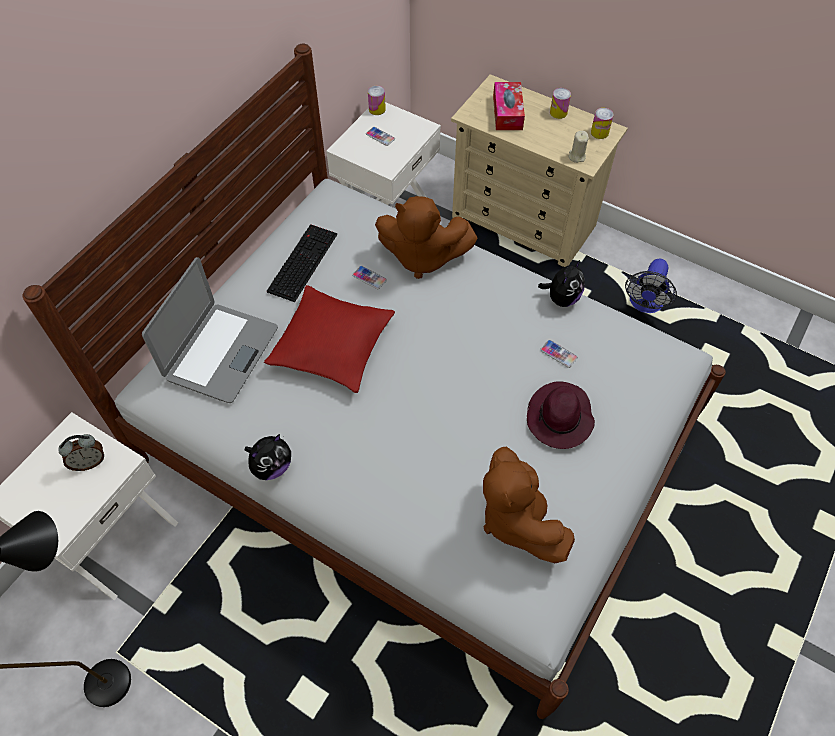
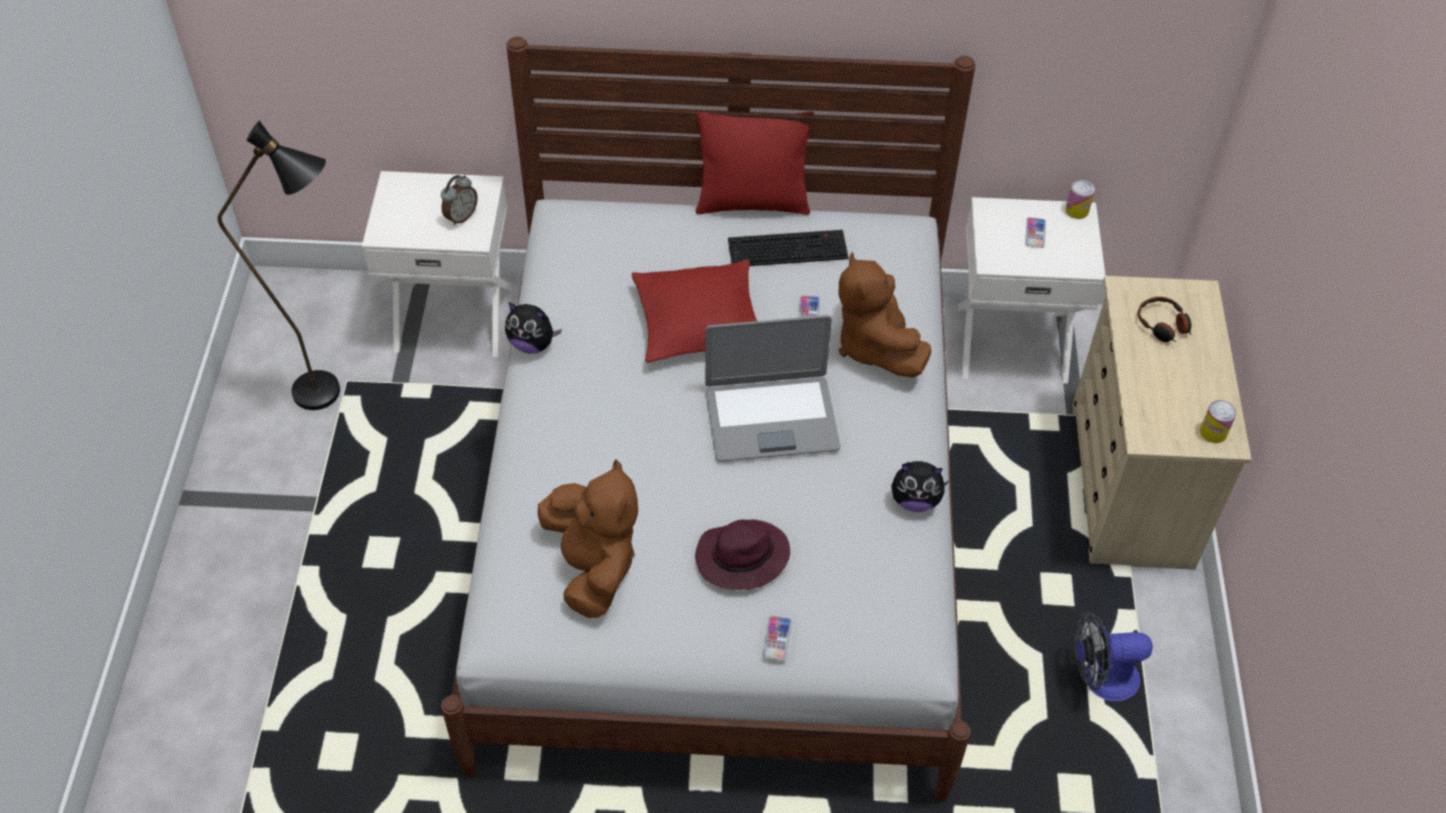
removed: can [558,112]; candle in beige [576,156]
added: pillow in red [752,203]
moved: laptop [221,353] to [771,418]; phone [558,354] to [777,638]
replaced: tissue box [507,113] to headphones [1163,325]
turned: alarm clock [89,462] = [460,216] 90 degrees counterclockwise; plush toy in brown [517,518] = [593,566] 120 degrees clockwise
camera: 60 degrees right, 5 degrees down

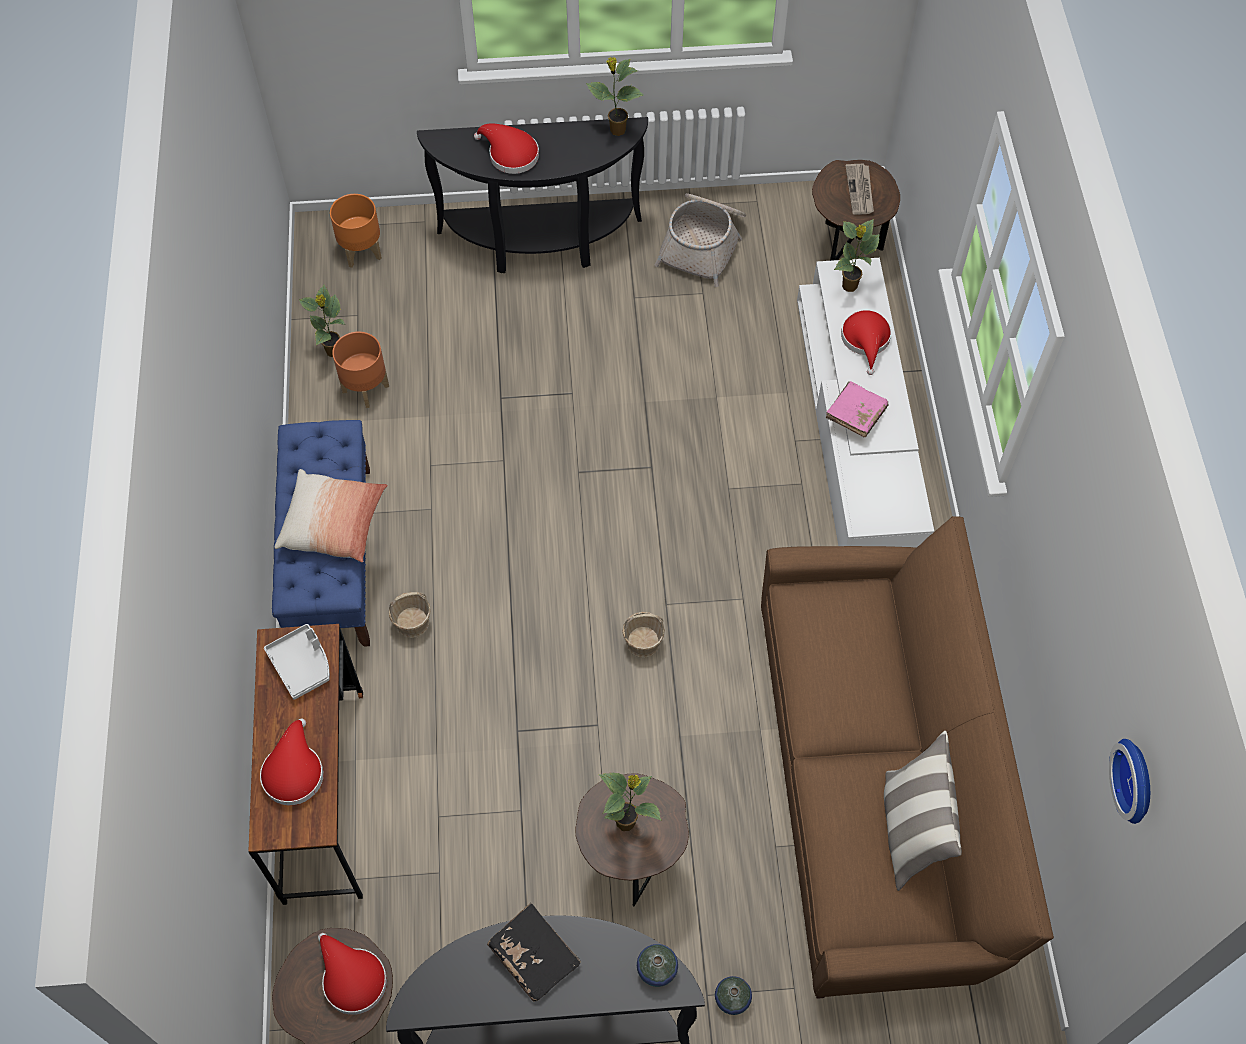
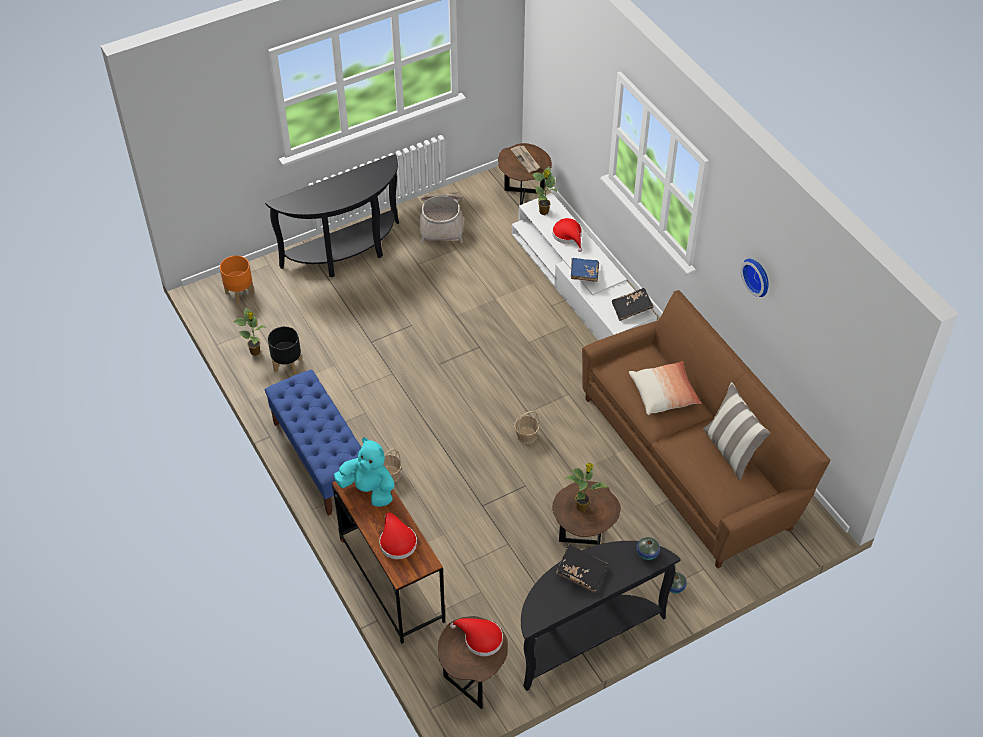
removed: hat in red [510,154]; potted plant [616,130]
added: book in black [631,309]
moved: pillow [334,524] to [664,394]; wall clock [1137,780] to [758,276]
replaced: tray in grey [302,665] to plush toy in turquoise [369,489]
recoloured: planter in orange [366,388] to planter in black [287,364]; book in pink [855,415] to book in blue [584,274]
camera: 25 degrees left, 10 degrees down

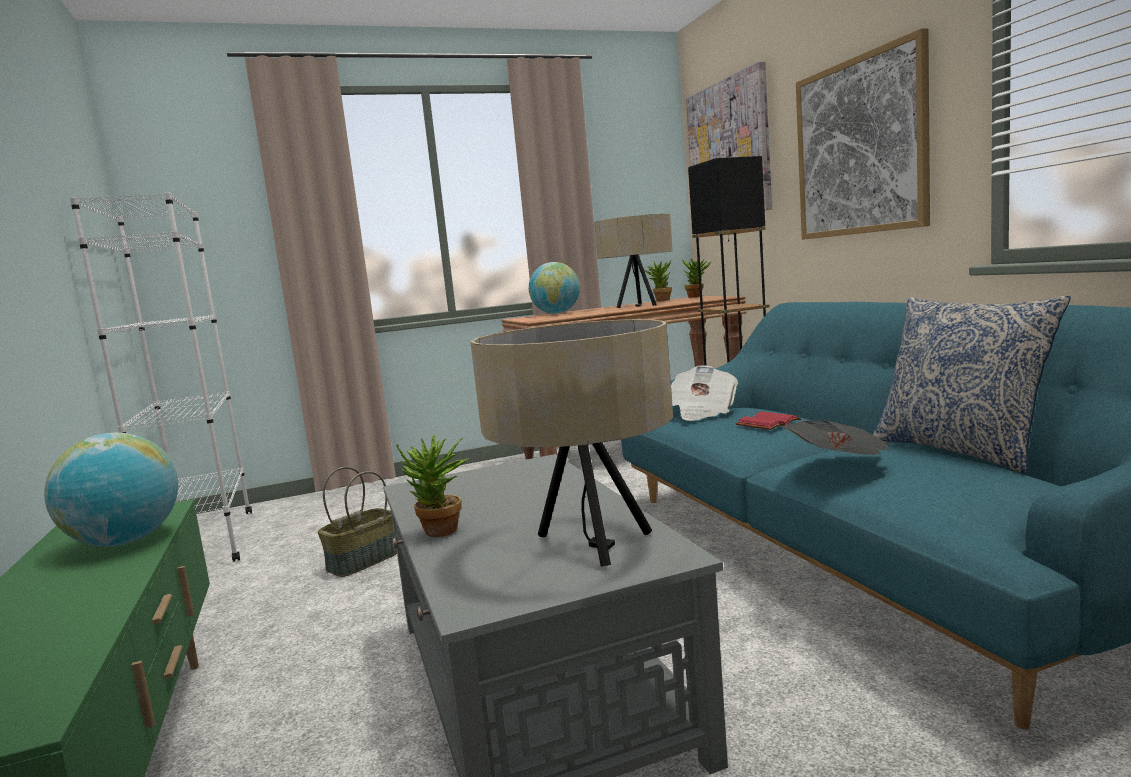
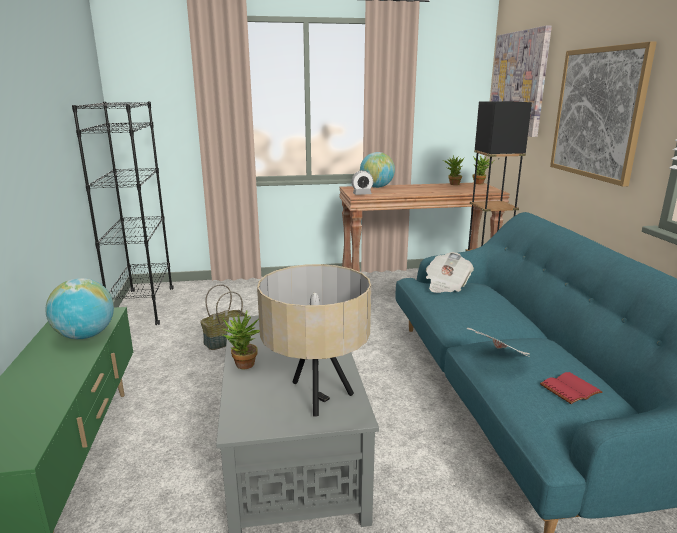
removed: table lamp in beige [638,305]; pillow [960,450]
added: alarm clock [362,194]
moved: book in red [767,423] to [569,388]
recoloured: bookcase in white [206,542] to bookcase in black [144,307]
camera: 10 degrees right, 10 degrees up

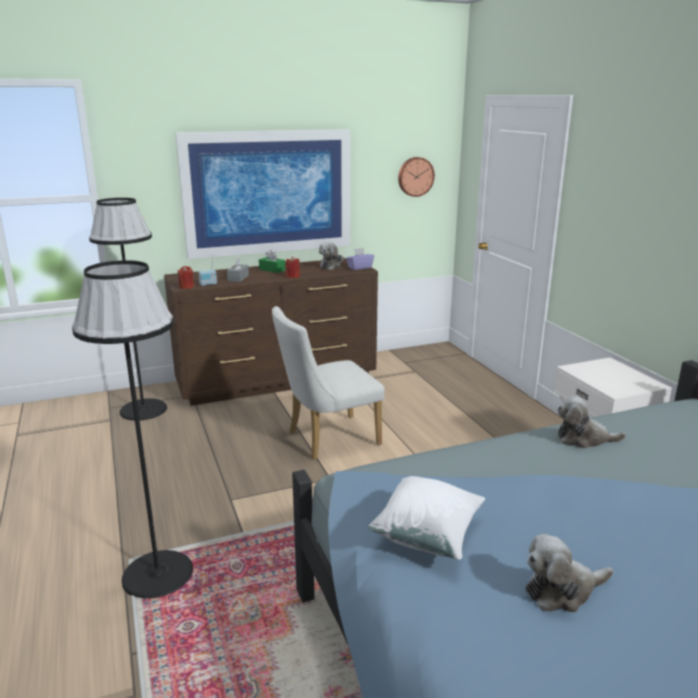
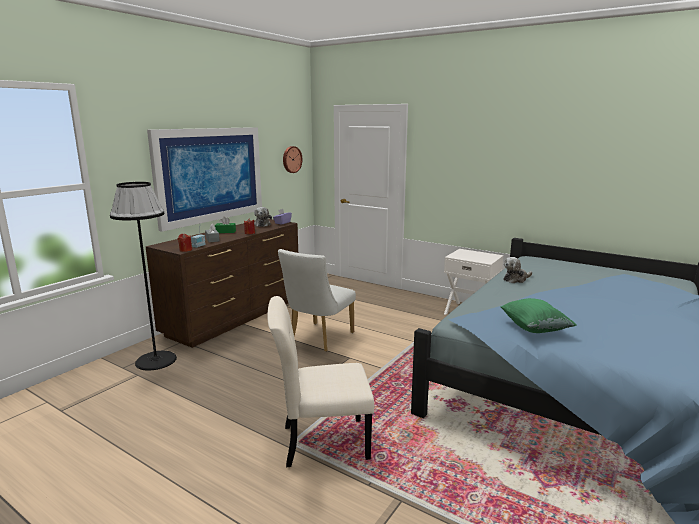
removed: plush toy [562,590]
replaced: floor lamp in black [157,574] to chair in beige [321,442]
recoloured: pillow in white [427,536] to pillow in green [534,328]
camera: 35 degrees left, 5 degrees down

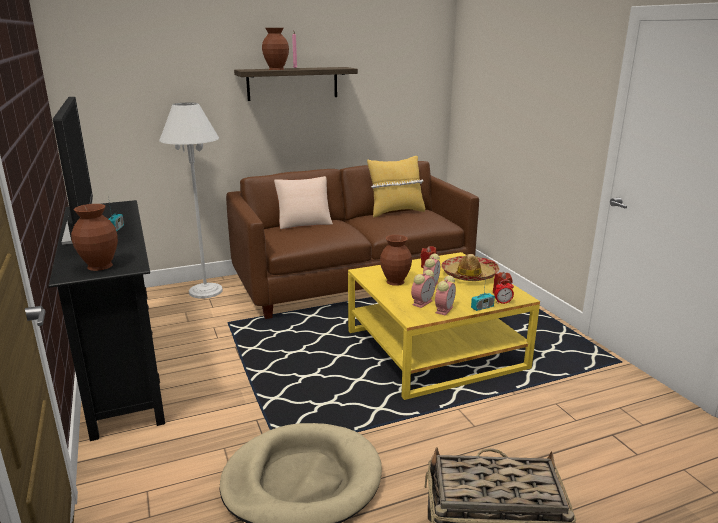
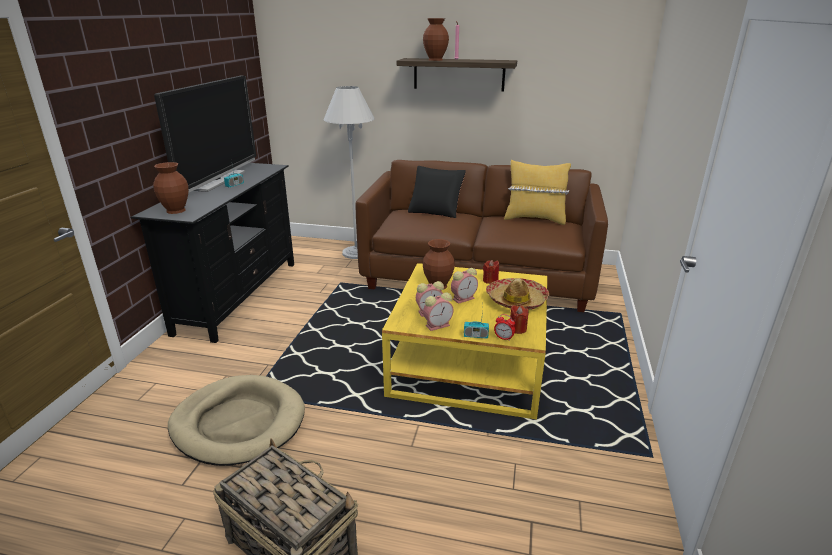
recoloured: pillow in beige [304,222] to pillow in black [436,211]
camera: 35 degrees right, 5 degrees up

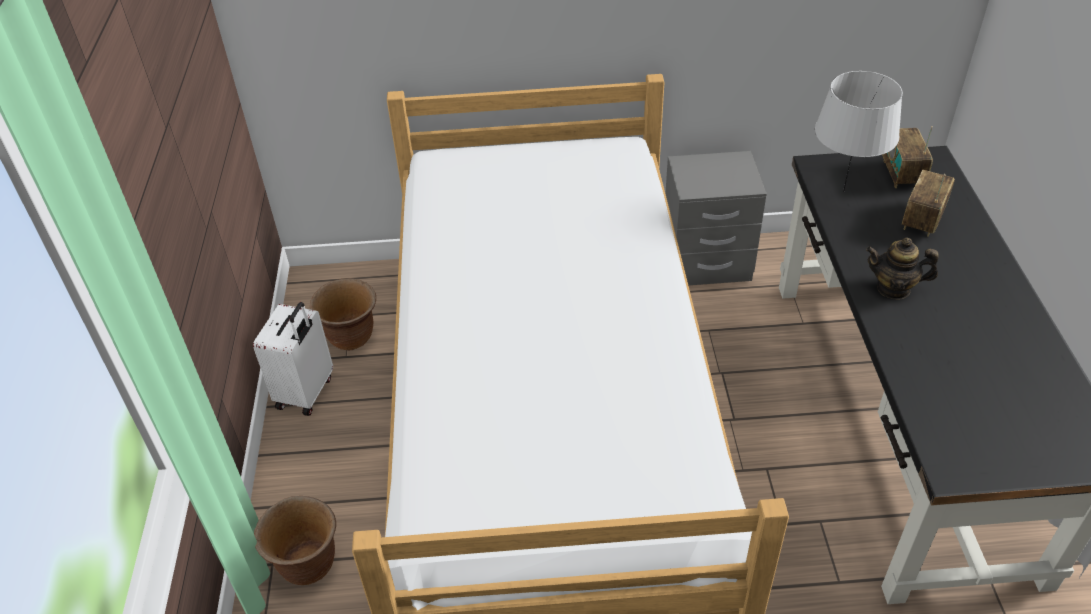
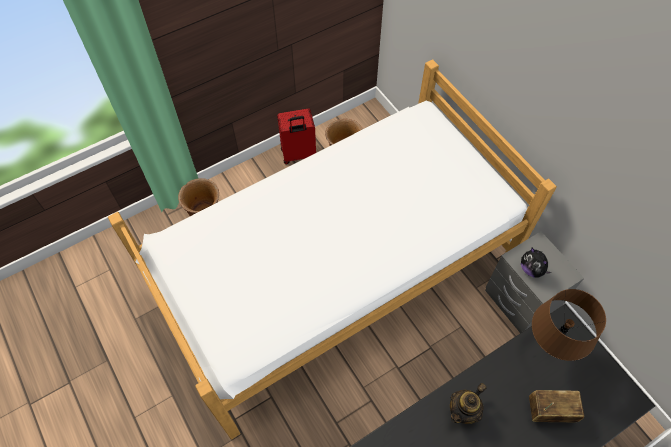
removed: radio [901,174]
added: plush toy [531,269]
recoloured: suitcase in white [307,393] to suitcase in red [298,154]; table lamp in grey [843,191] to table lamp in brown [546,348]
turned: teapot [893,288] = [463,411] 120 degrees counterclockwise
camera: 60 degrees right, 15 degrees up

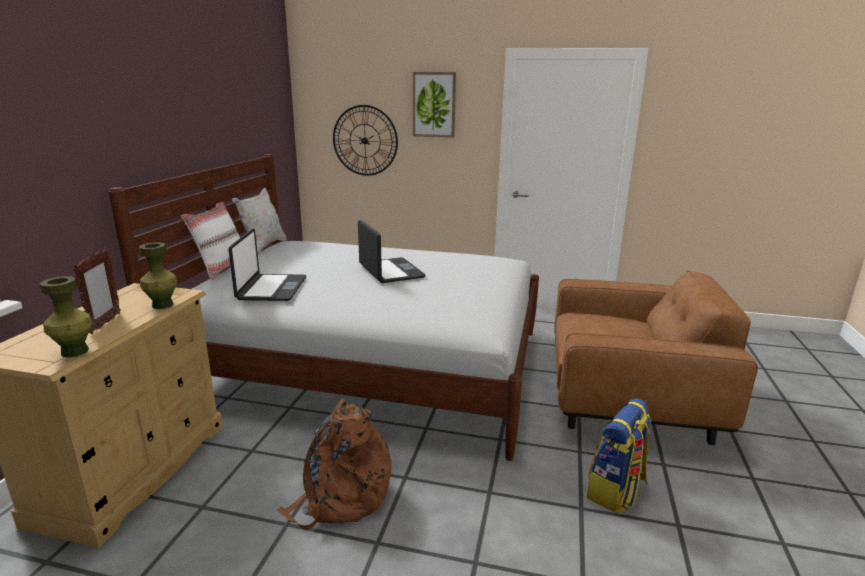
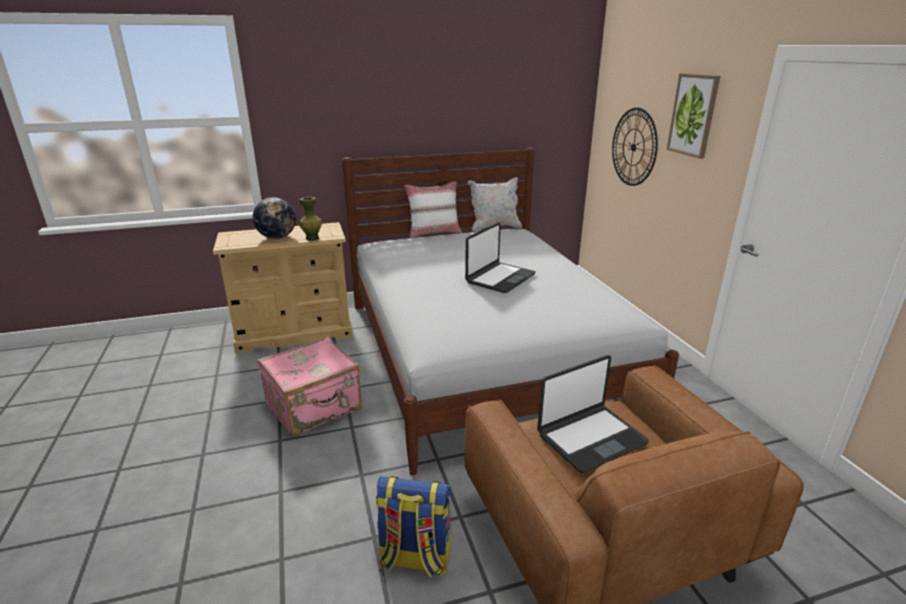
removed: vase in green [75,351]
moved: laptop [271,288] to [591,438]
replaced: picture frame [105,323] to globe [277,237]; backpack in brown [341,496] to suitcase in pink [315,408]
camera: 60 degrees right, 5 degrees up

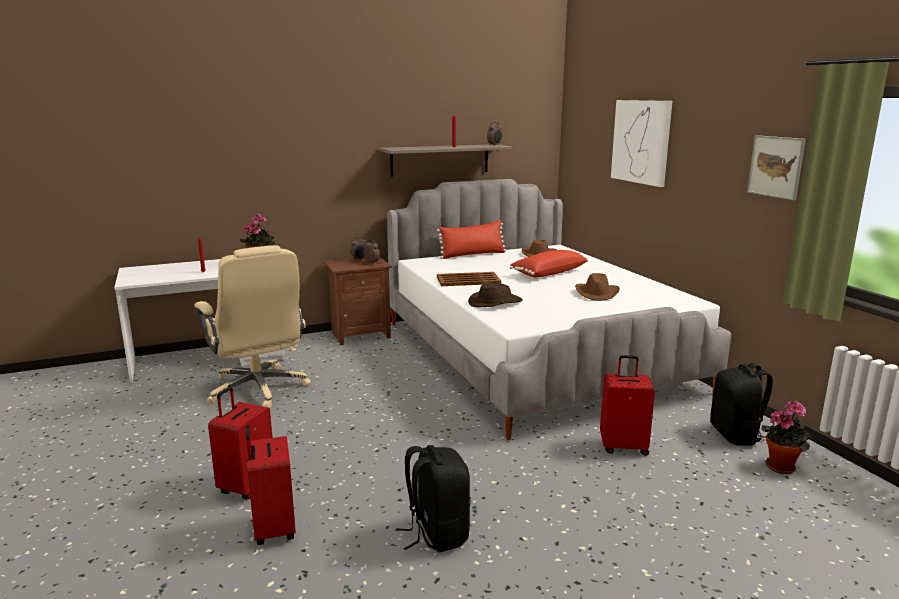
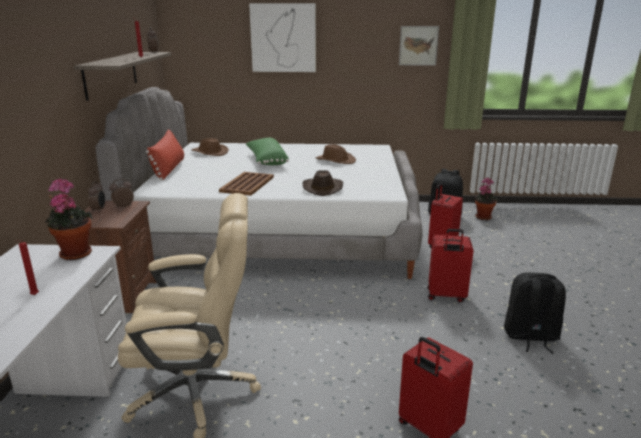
moved: suitcase in red [273,529] to [446,296]
recoloured: pillow in red [548,273] to pillow in green [266,160]
camera: 65 degrees left, 5 degrees up

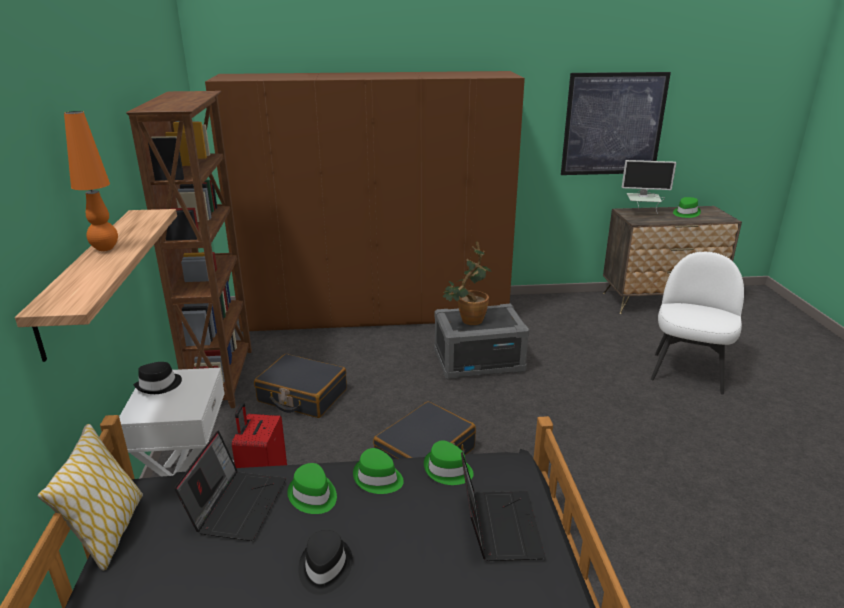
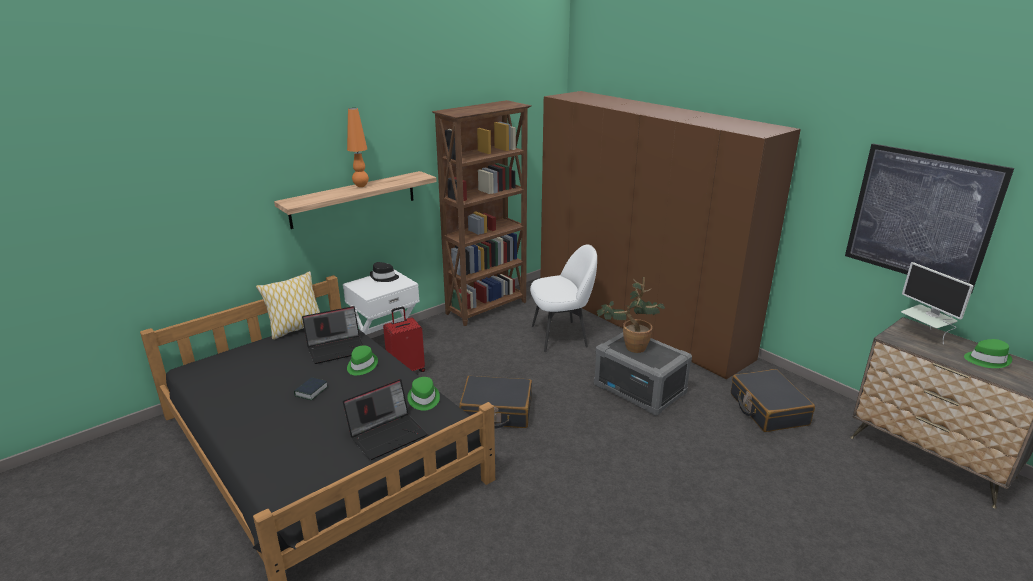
removed: hat in green [378,478]
moved: suitcase in black [302,396] to [768,409]; chair in white [687,372] to [561,336]
replaced: hat in black [324,568] to book [311,391]
camera: 55 degrees right, 0 degrees up

